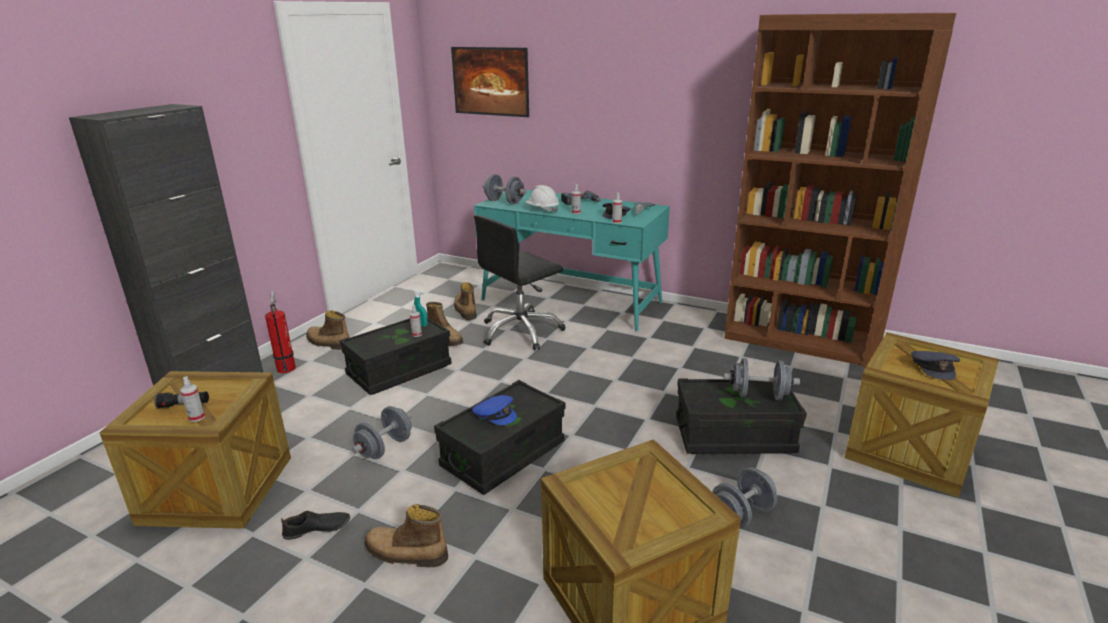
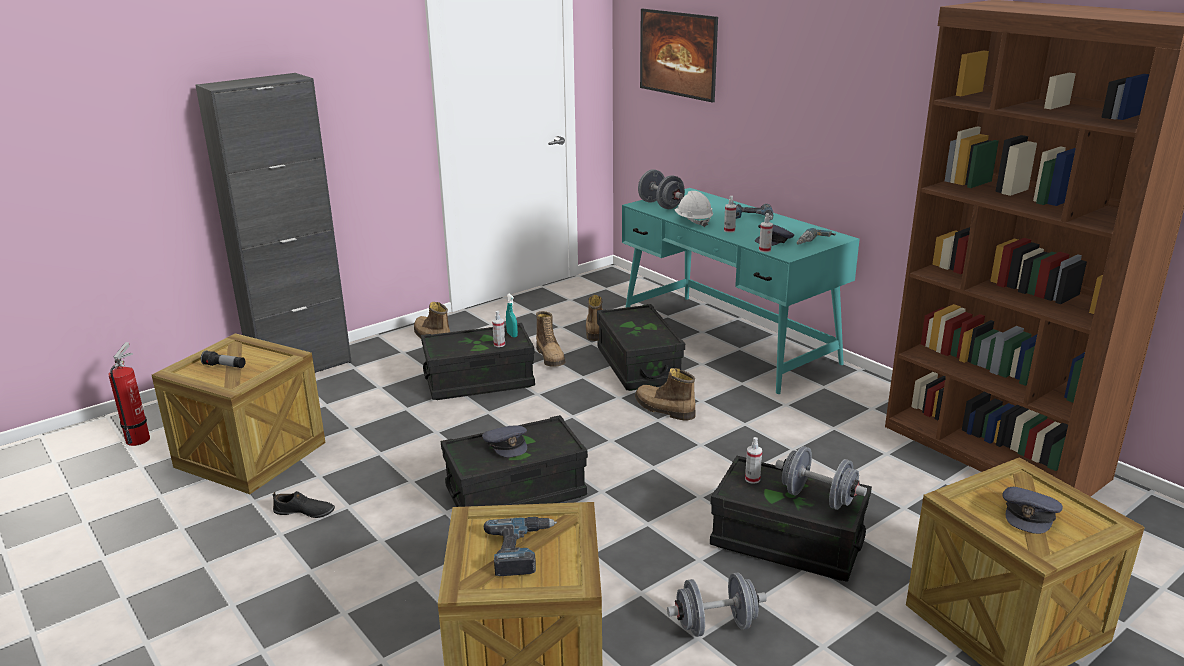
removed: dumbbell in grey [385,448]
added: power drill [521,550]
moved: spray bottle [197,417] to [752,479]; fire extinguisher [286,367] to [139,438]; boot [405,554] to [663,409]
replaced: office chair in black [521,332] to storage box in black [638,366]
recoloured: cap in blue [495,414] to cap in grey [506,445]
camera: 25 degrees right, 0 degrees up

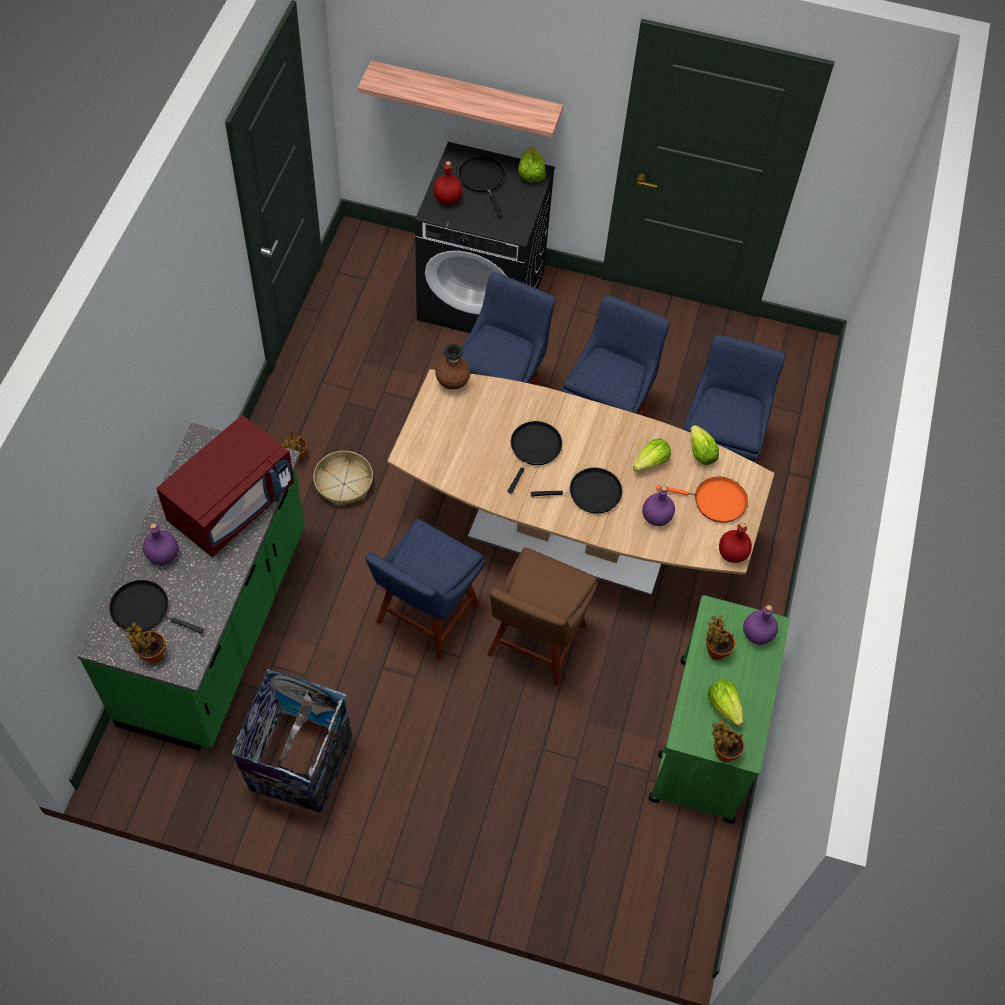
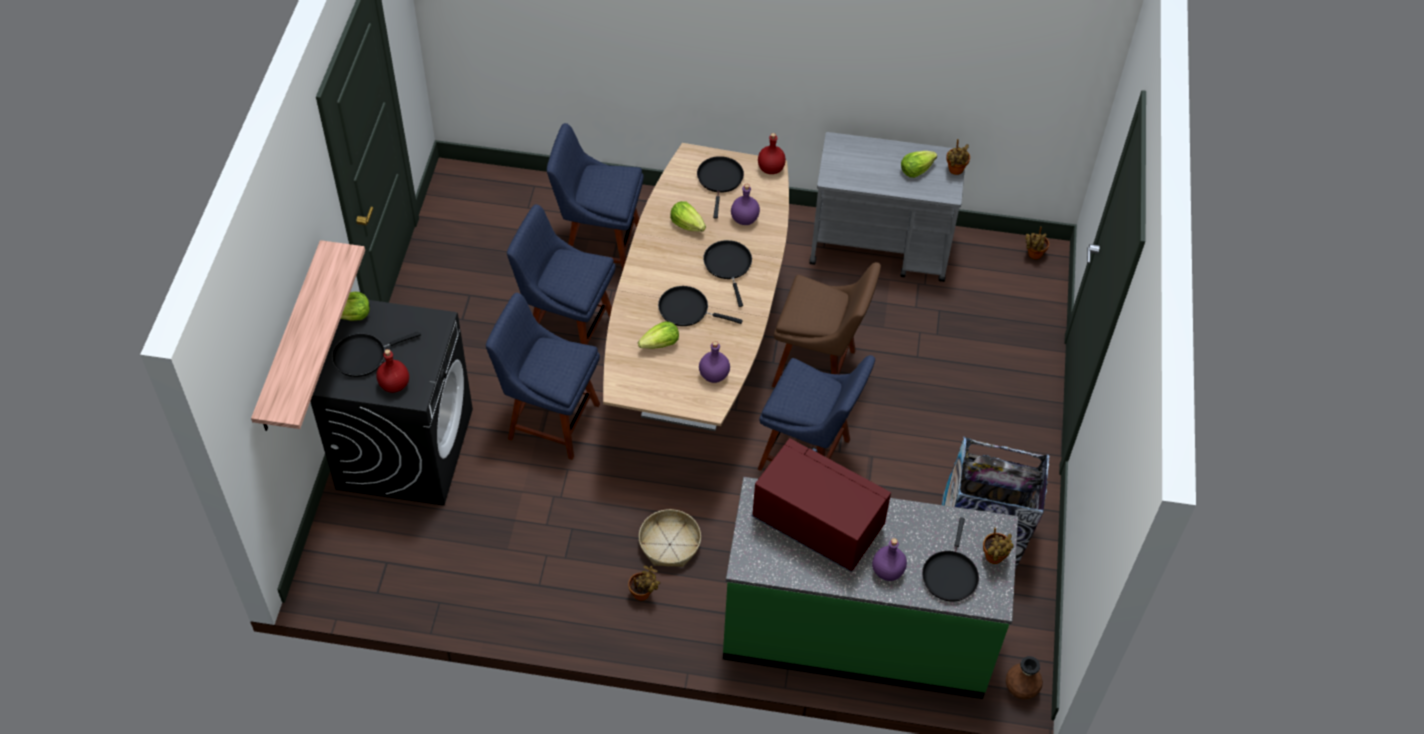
moved: vase in brown [452,383] to [1020,689]; lettuce [701,453] to [660,344]; potted plant [715,650] to [1033,255]; bottle in purple [757,633] to [713,375]
recoloured: cart in green [705,740] to cart in grey [880,248]; frying pan in orange [715,501] to frying pan in black [720,180]
camera: 95 degrees left, 5 degrees down

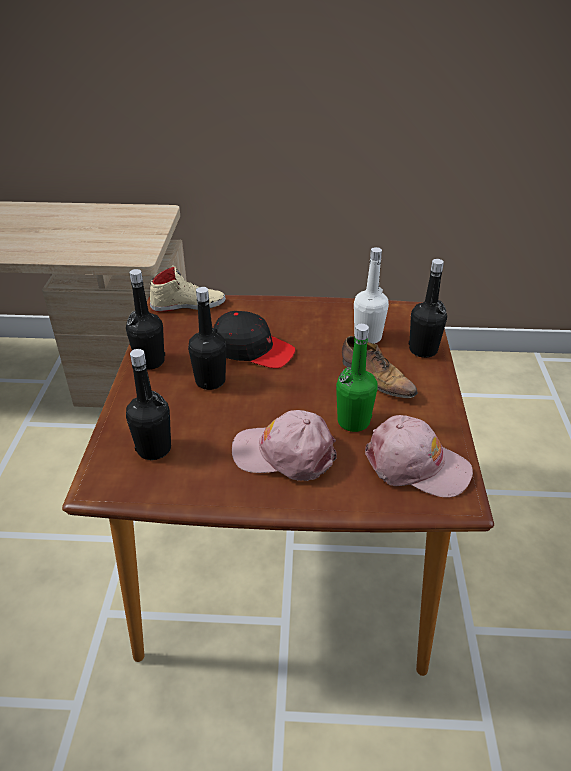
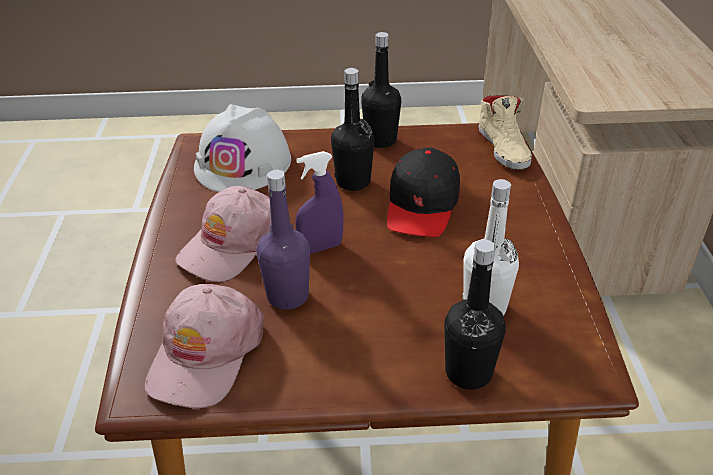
removed: shoe [376,378]
added: spray bottle in purple [321,247]
replaced: bottle in black [154,449] to hard hat in white [243,163]
recoloured: bottle in green [353,422] to bottle in purple [288,296]
turned: cap in pink [285,453] = [232,244] 150 degrees counterclockwise
camera: 85 degrees right, 0 degrees up

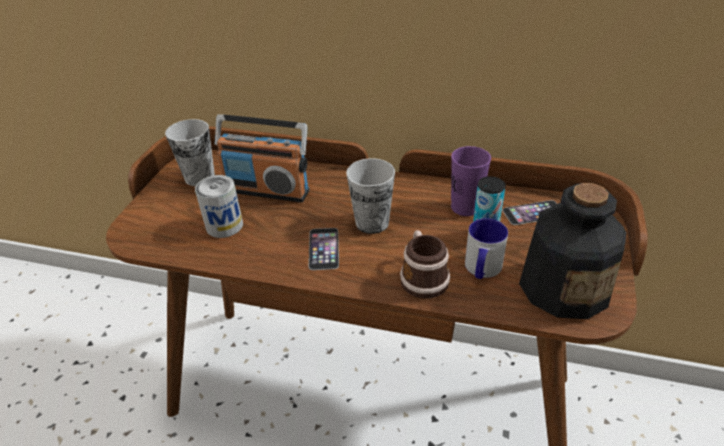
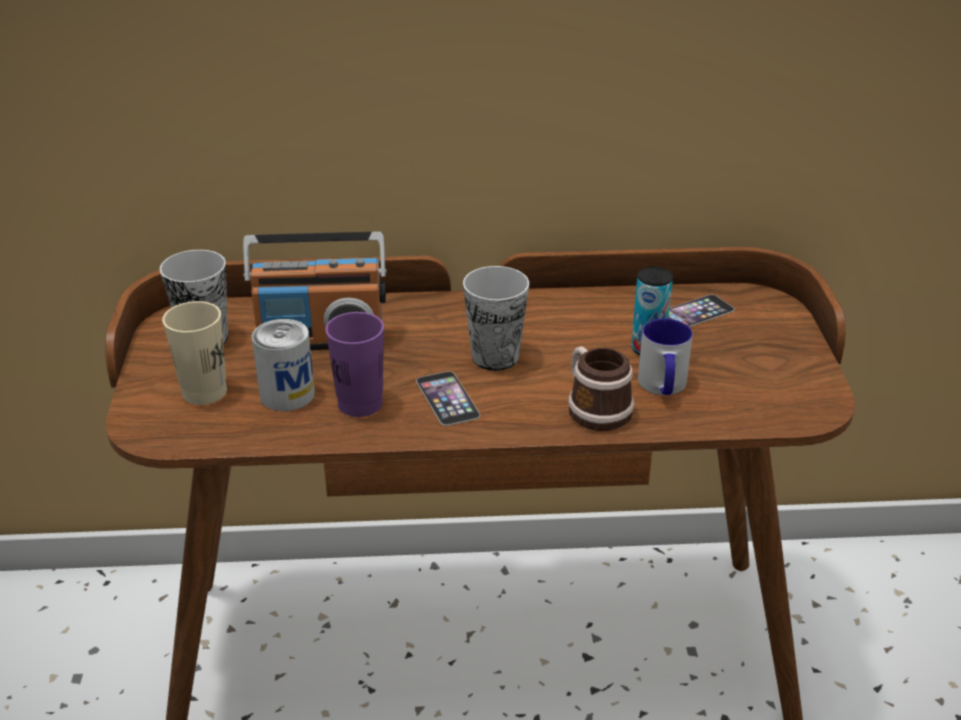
removed: bottle [563,287]
added: cup in beige [204,392]
moved: cup in purple [465,207] to [360,404]
camera: 20 degrees left, 5 degrees down

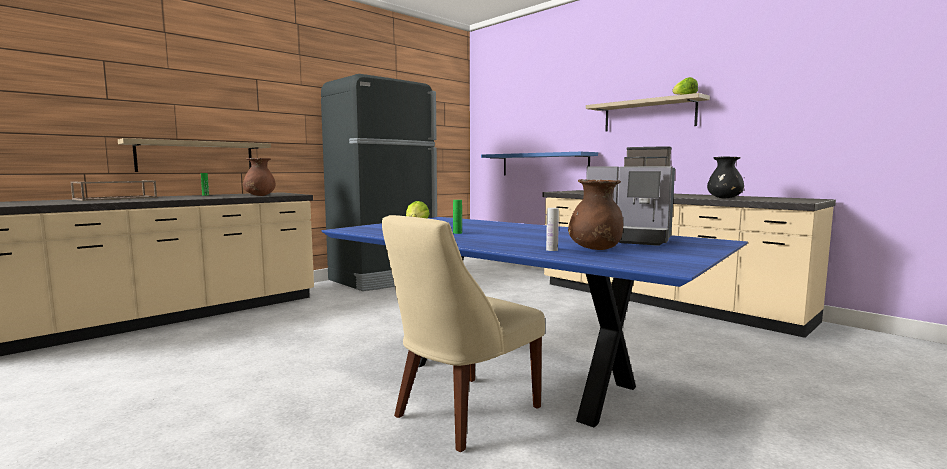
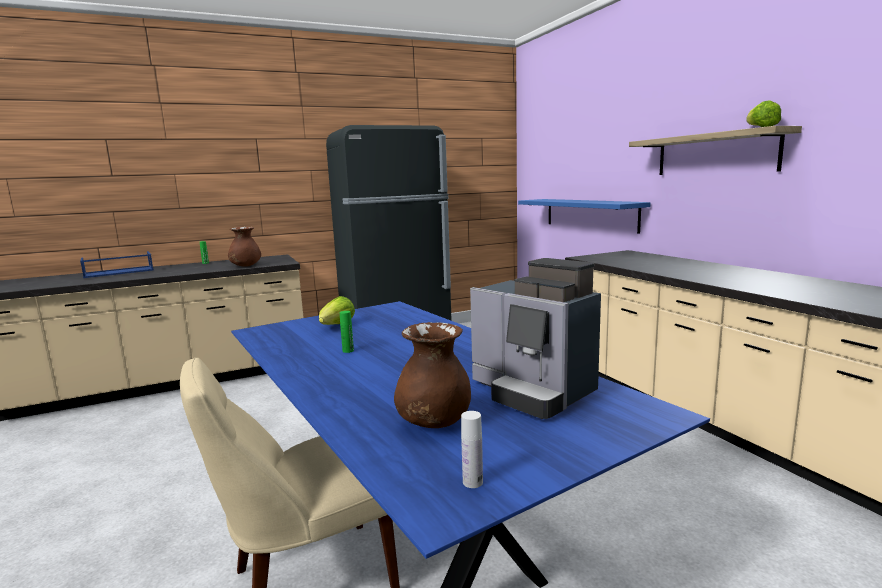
removed: shelf [196,156]; vase in black [724,198]
moved: bottle in white [552,250] to [472,482]
recoloured: tray in brown [115,198] to tray in blue [118,272]
camera: 20 degrees right, 5 degrees up

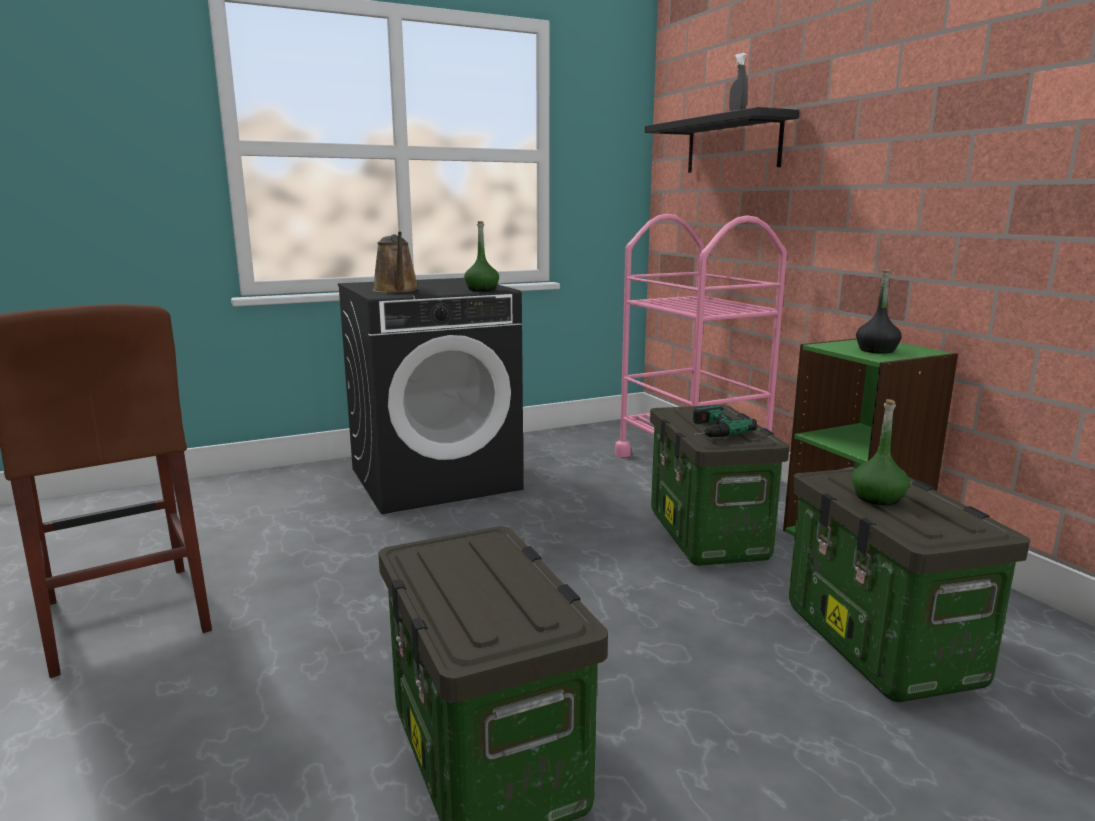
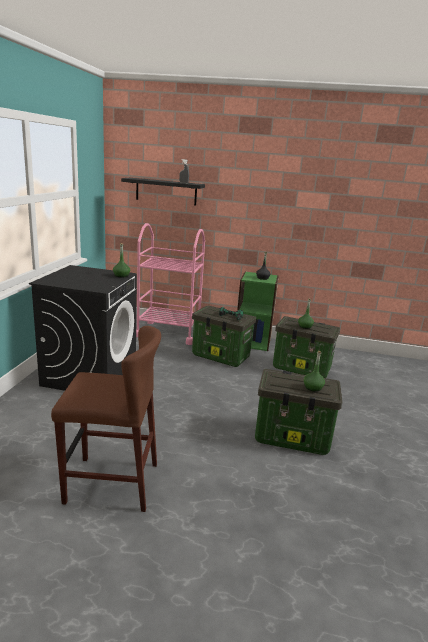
removed: watering can in brown [396,290]
added: bottle in green [313,387]
camera: 55 degrees left, 5 degrees up

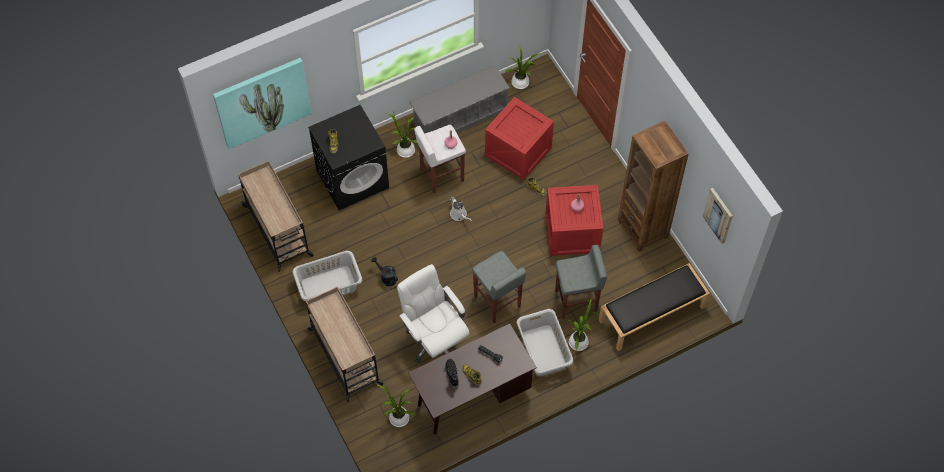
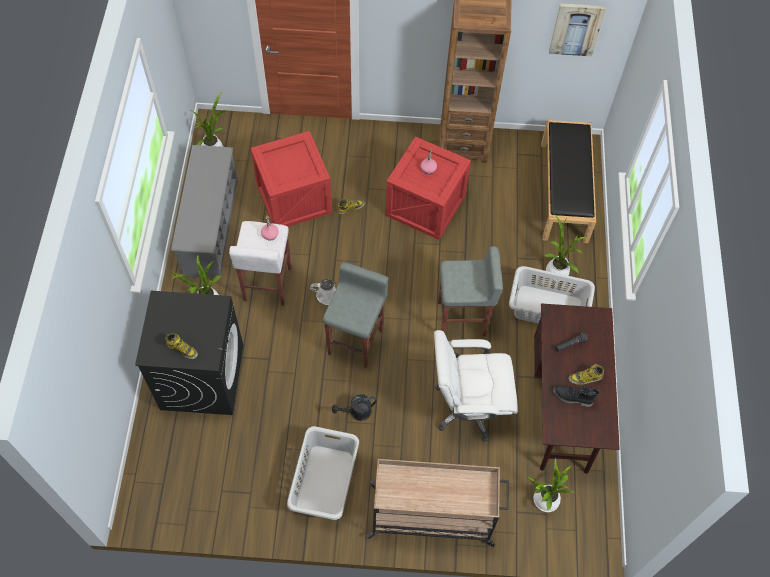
removed: picture [262,101]; cart in beige [278,231]
moved: stool in grey [576,302] to [356,341]
camera: 60 degrees left, 0 degrees up

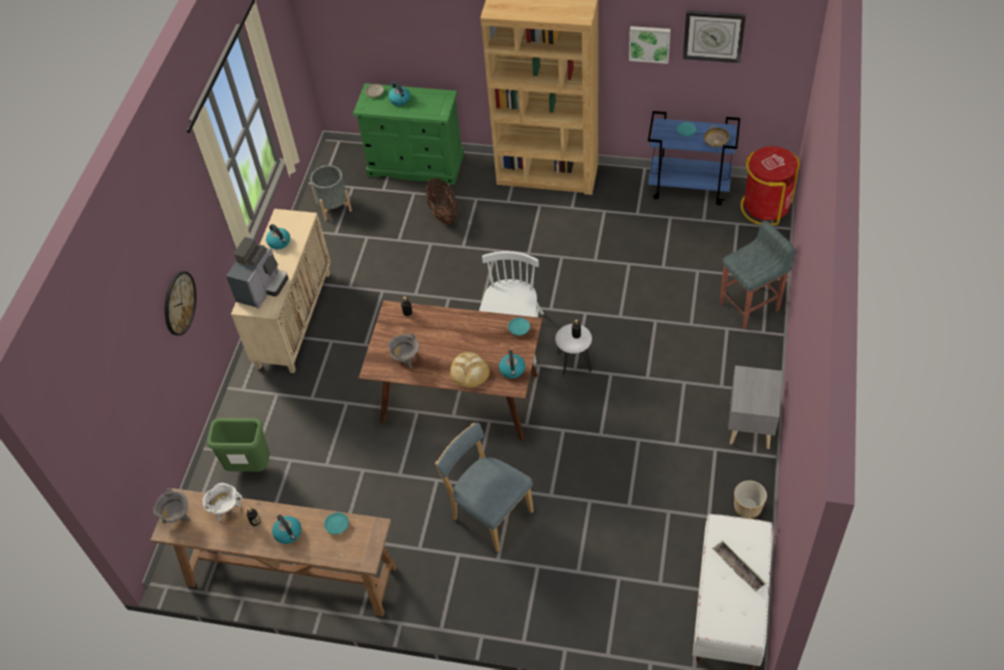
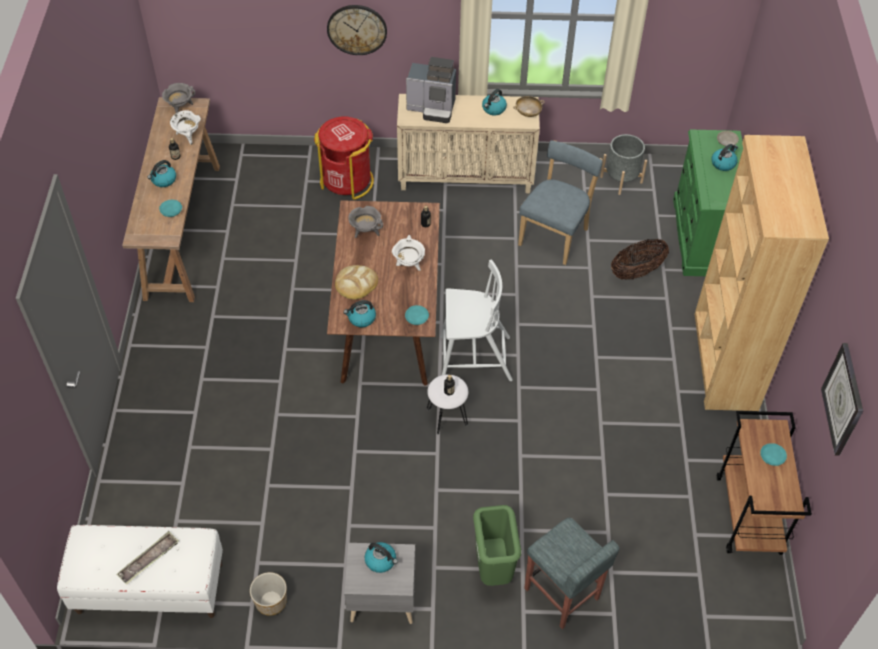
removed: picture [649,43]
added: kettle [381,561]; cooking pot in white [409,265]
moved: trash can in green [250,467] to [494,569]; chair in blue [489,513] to [555,235]; bowl in beige [715,143] to [528,113]; trash can in red [765,207] to [347,181]
recoloured: cart in blue [690,187] to cart in brown [749,515]
camera: 75 degrees right, 0 degrees up

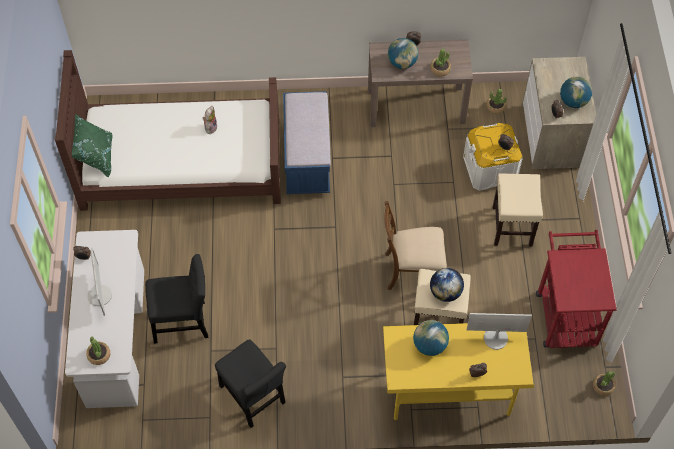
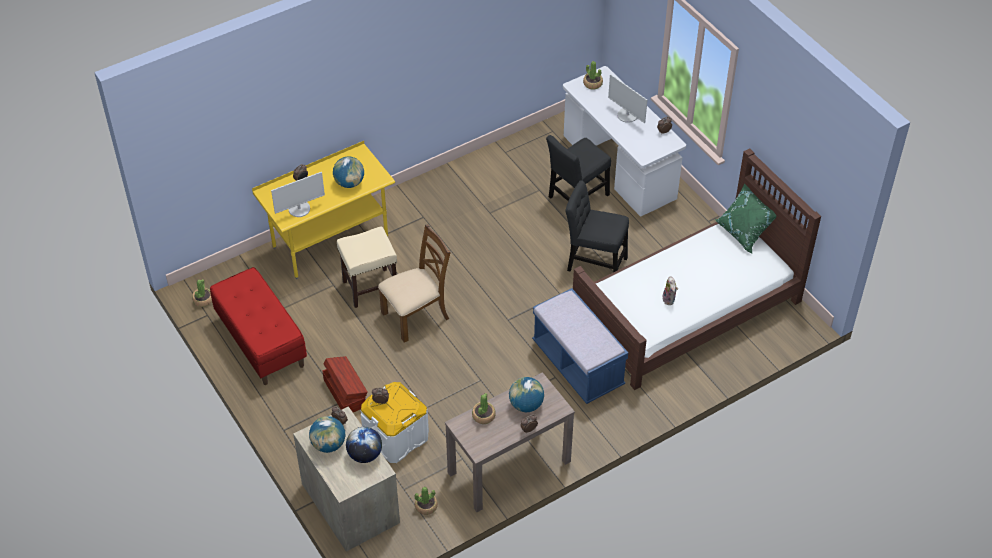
moved: chair in black [253,397] to [594,262]; globe [445,292] to [365,455]
replaced: stool in beige [512,227] to storage box in brown [345,392]; cart in red [565,312] to bench in red [261,342]
camera: 150 degrees right, 10 degrees down

